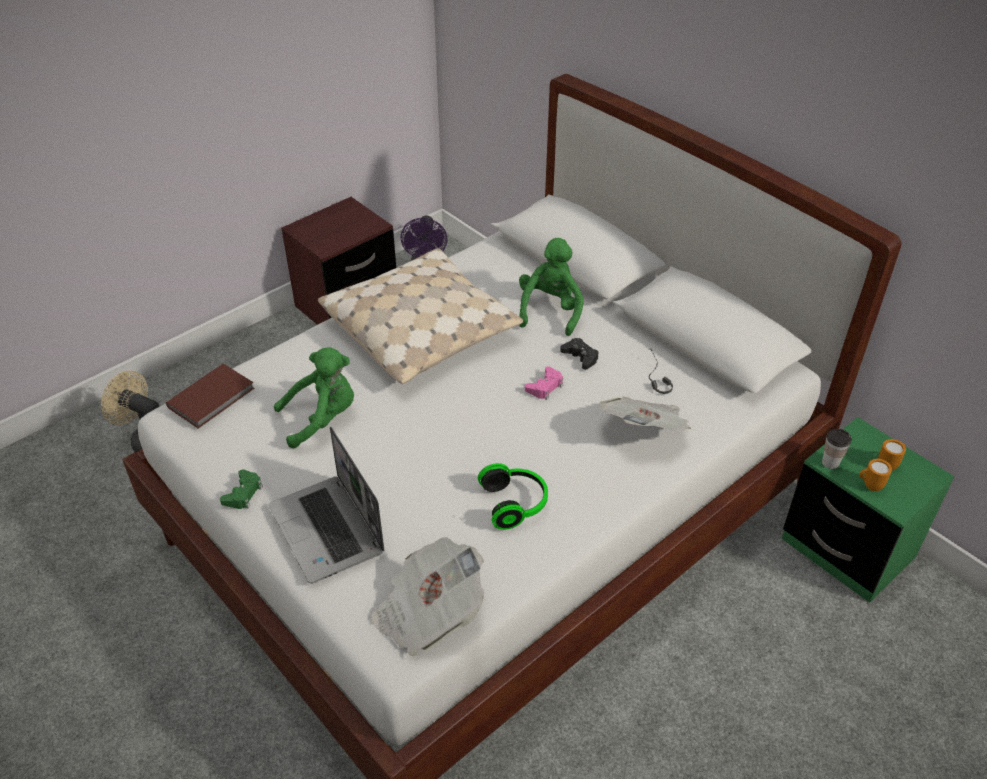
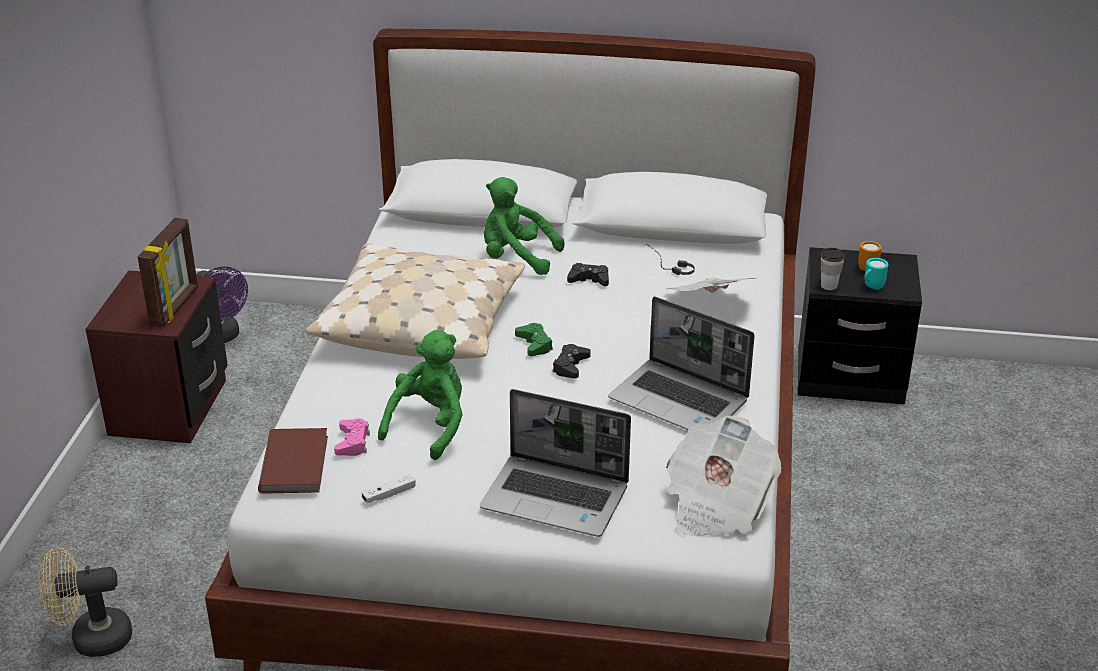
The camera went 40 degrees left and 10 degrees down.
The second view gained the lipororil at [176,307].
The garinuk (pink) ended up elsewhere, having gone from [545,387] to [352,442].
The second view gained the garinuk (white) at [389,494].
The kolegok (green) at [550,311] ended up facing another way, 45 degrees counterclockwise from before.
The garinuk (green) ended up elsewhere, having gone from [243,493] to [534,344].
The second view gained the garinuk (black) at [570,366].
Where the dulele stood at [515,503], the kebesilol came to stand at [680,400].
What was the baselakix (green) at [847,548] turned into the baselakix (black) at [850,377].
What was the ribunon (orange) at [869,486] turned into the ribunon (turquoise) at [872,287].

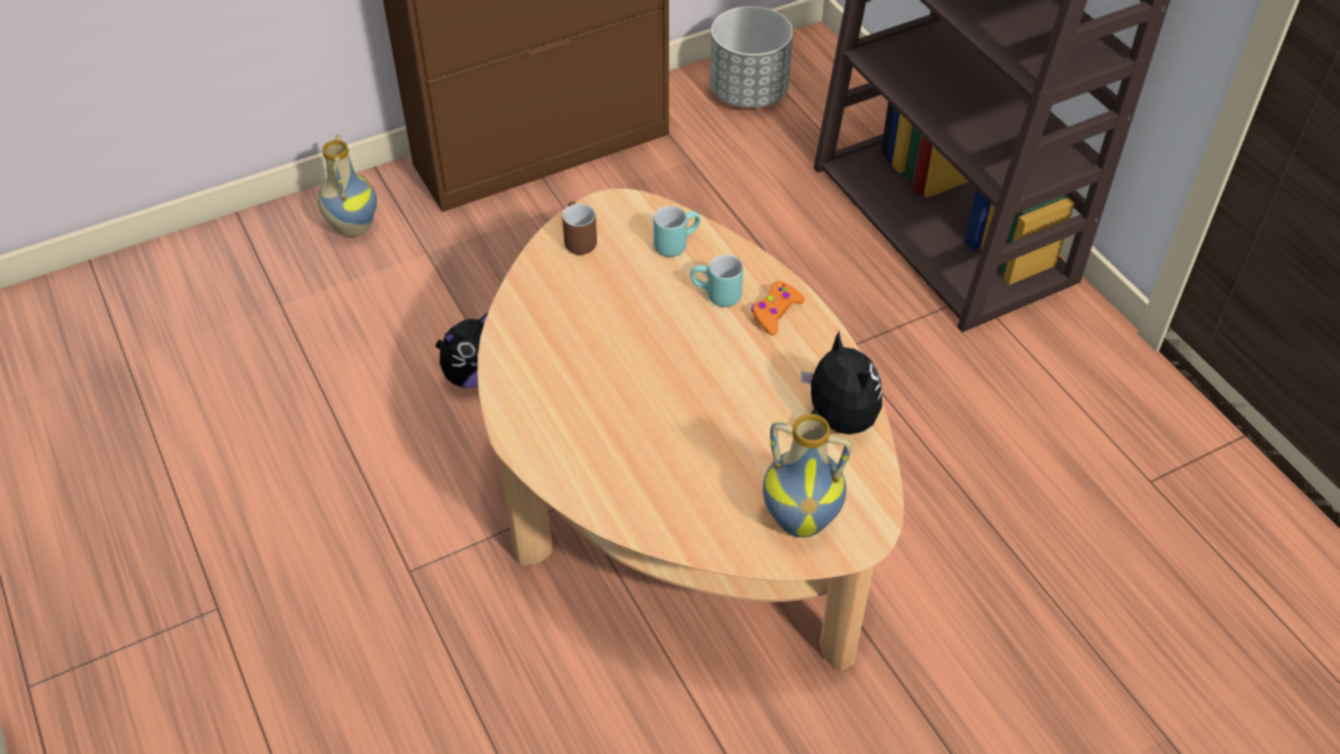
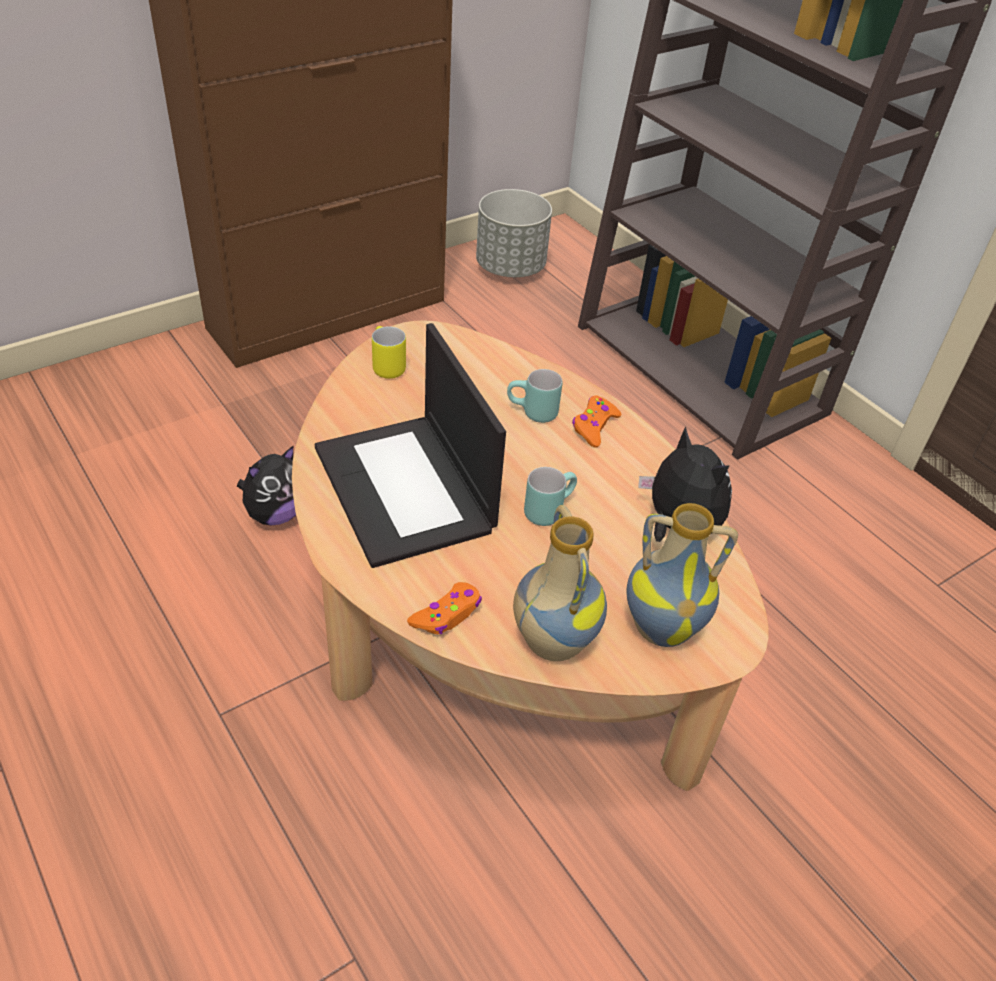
The camera went 10 degrees left and 5 degrees down.
The second view gained the kebesilol at [406,490].
What was the ribunon (brown) at [576,240] turned into the ribunon (yellow) at [384,366].
The second view gained the garinuk (orange) at [447,615].
The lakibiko ended up elsewhere, having gone from [352,227] to [551,642].
The ribunon (turquoise) ended up elsewhere, having gone from [675,243] to [547,509].

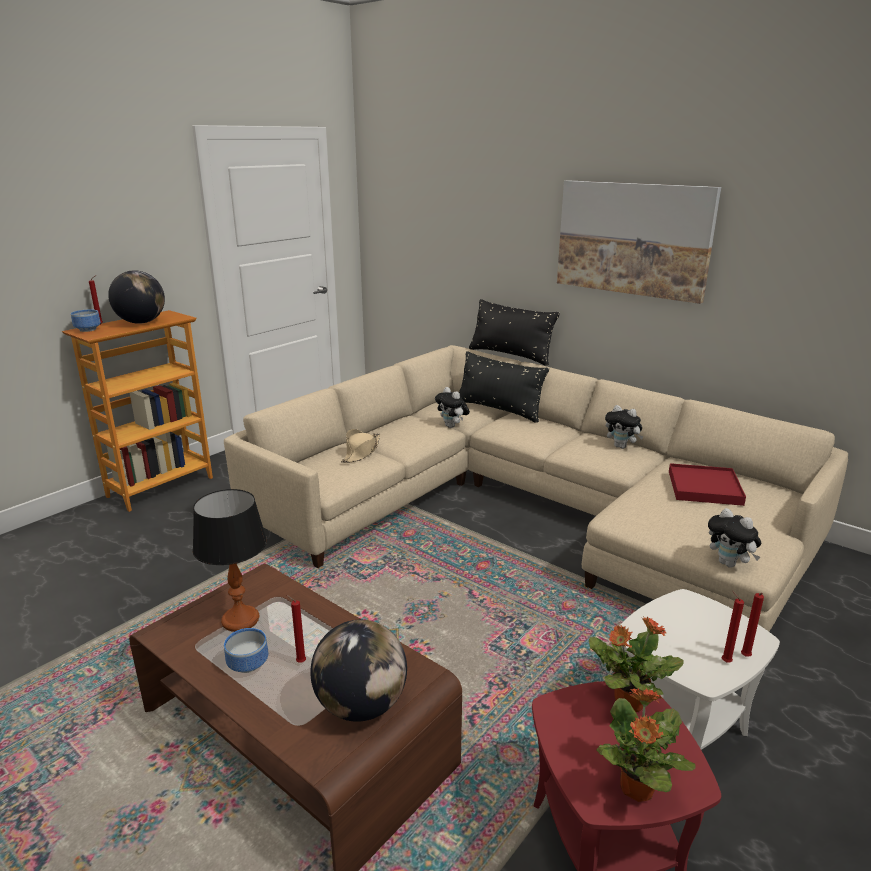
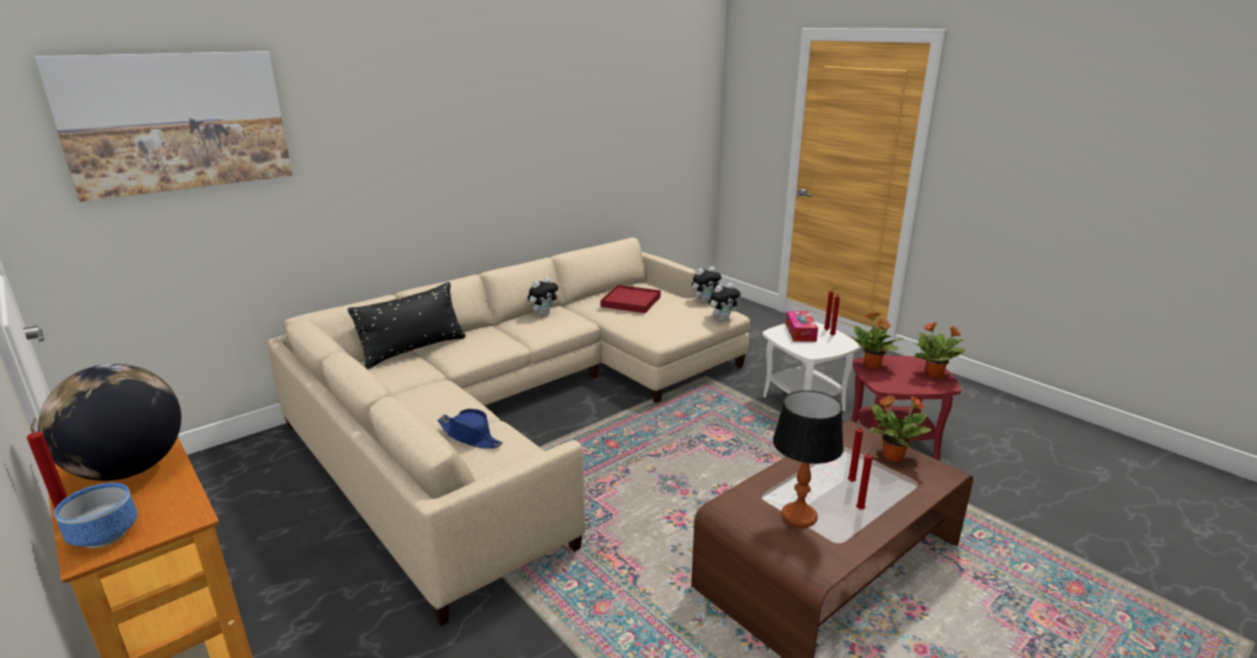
The camera went 80 degrees left and 0 degrees up.
The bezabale ended up elsewhere, having gone from [633,239] to [176,122].
What was the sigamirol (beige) at [361,452] turned into the sigamirol (blue) at [470,436].
The kolegok ended up elsewhere, having gone from [452,426] to [705,301].
The second view gained the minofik at [800,332].
Where the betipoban stood at [248,665], the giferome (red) came to stand at [860,509].
Where the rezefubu stood at [361,706], the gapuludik came to stand at [892,456].
The second view lost the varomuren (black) at [510,355].

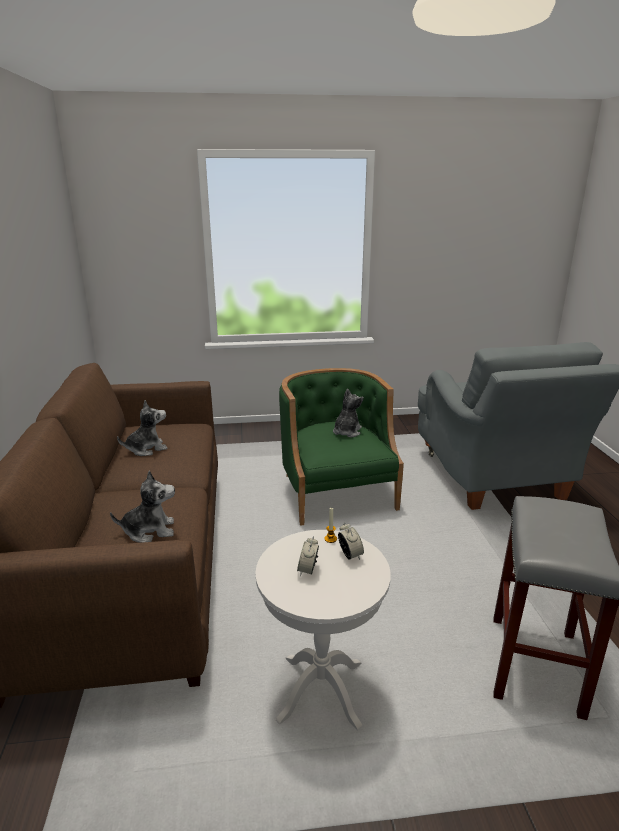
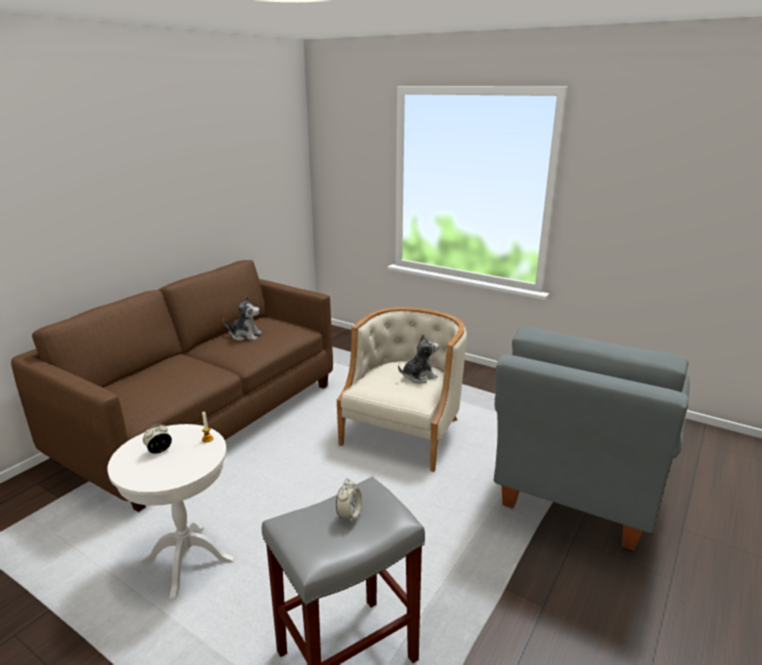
The camera went 40 degrees right and 0 degrees up.
The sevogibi ended up elsewhere, having gone from [350,555] to [349,515].
What was the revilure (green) at [335,491] turned into the revilure (beige) at [405,432].
The second view lost the kolegok at [149,531].

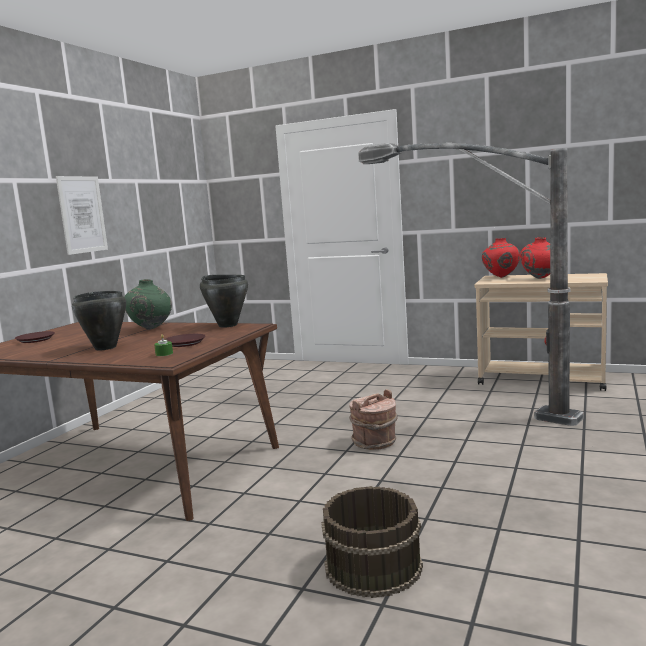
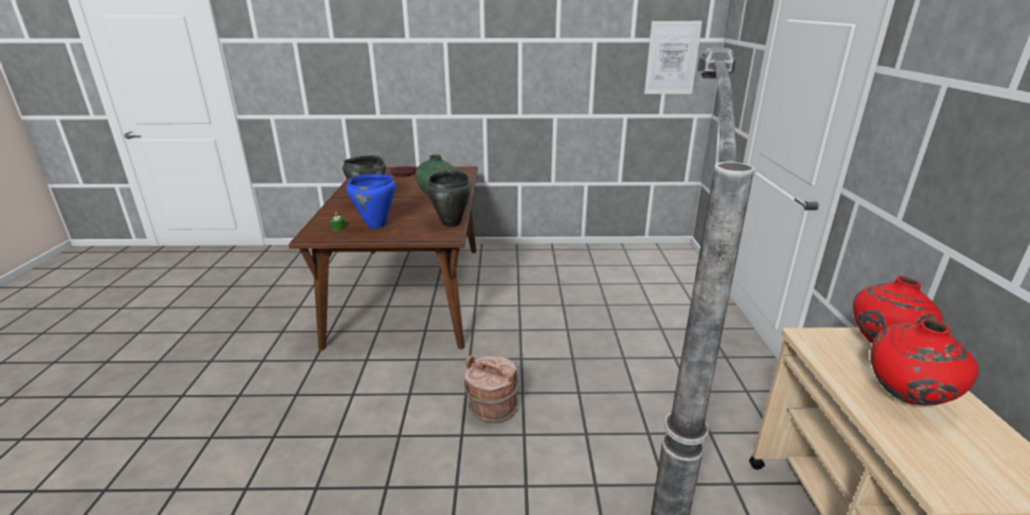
The camera went 65 degrees right and 15 degrees up.
Where the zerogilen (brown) stood at [185,343], the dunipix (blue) came to stand at [376,225].
The bezabale ended up elsewhere, having gone from [82,214] to [672,58].
The second view lost the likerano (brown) at [372,566].

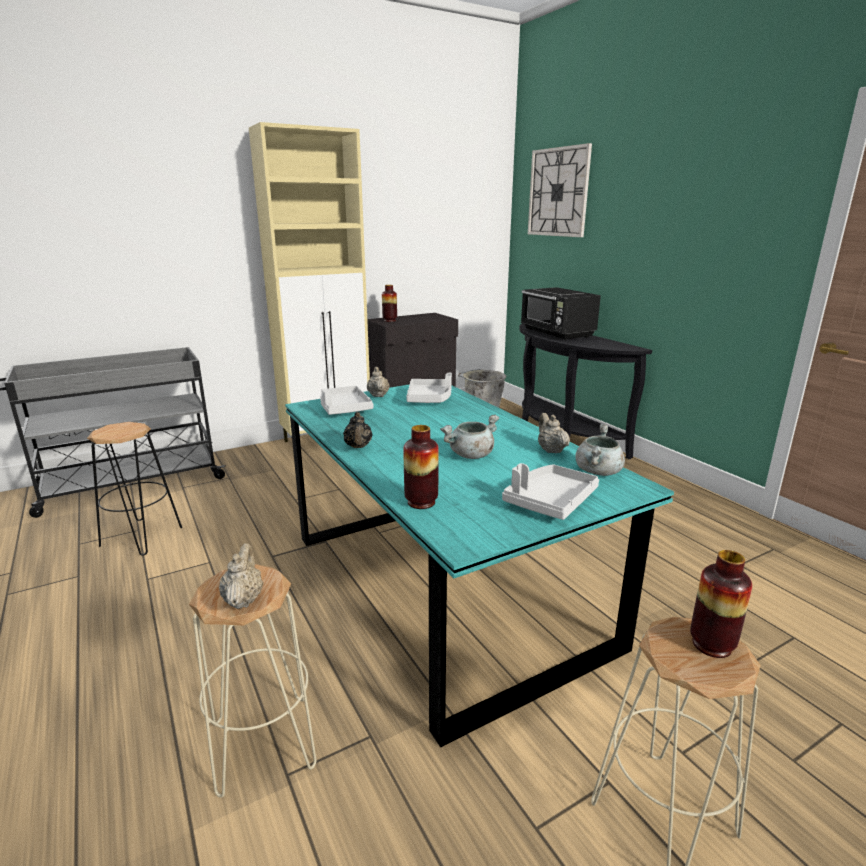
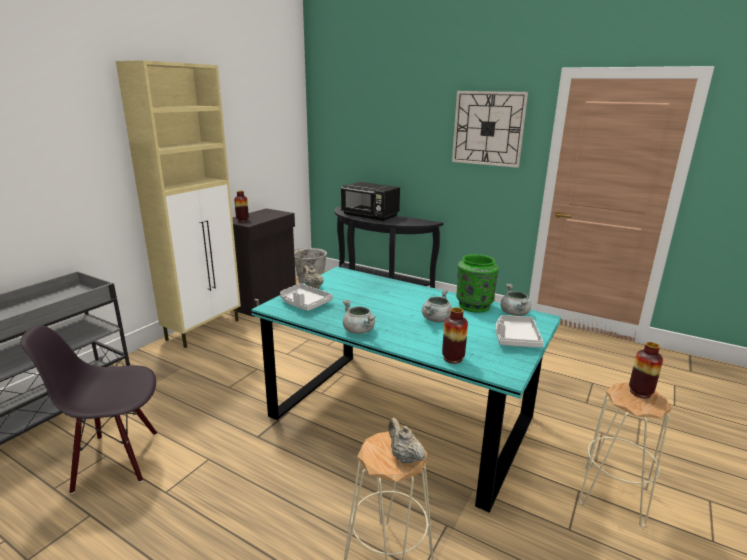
The camera went 30 degrees left and 0 degrees up.
Where the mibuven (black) stood at [142,536], the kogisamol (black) came to stand at [117,460].
Where the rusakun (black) stood at [358,447], the dunipix (grey) came to stand at [359,331].
The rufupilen ended up elsewhere, having gone from [558,192] to [488,128].
Where the rusakun (beige) stood at [550,450], the lakibiko (green) came to stand at [474,305].
The second view lost the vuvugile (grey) at [430,399].

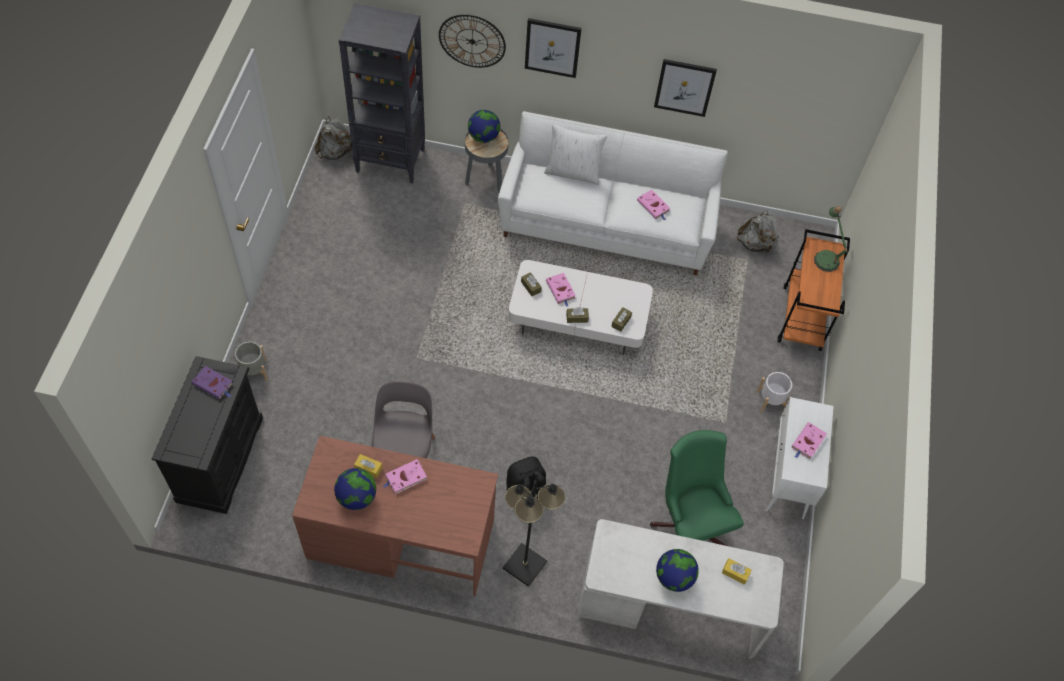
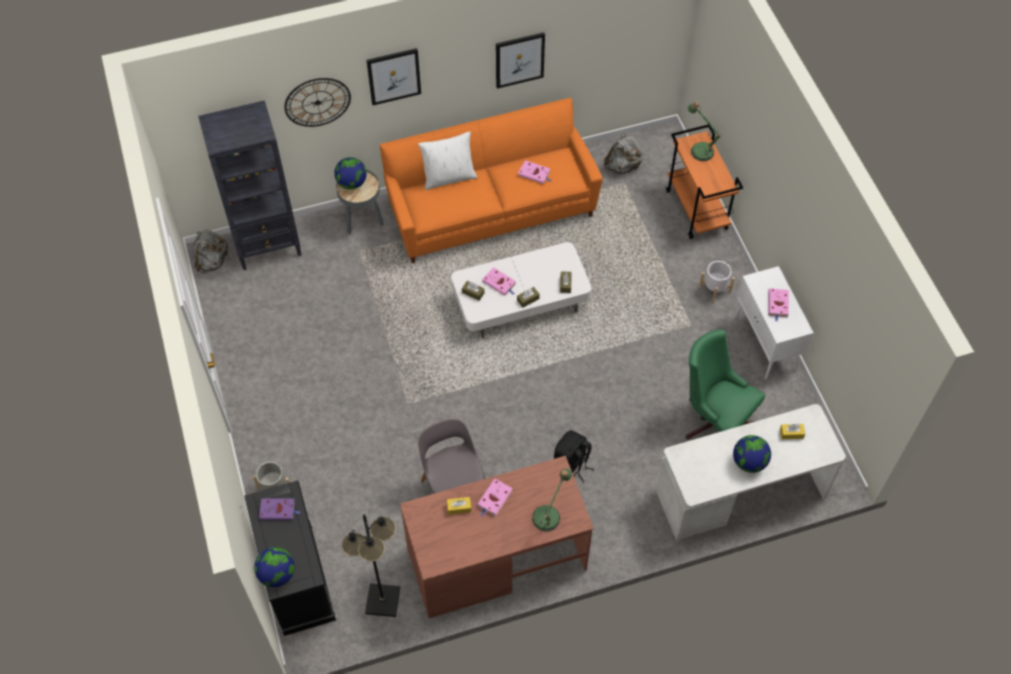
The camera went 25 degrees left and 0 degrees up.
The rezefubu ended up elsewhere, having gone from [357,497] to [277,574].
The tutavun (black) ended up elsewhere, having gone from [524,565] to [382,601].
What was the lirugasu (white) at [606,223] turned into the lirugasu (orange) at [490,208].
The second view gained the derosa at [549,514].

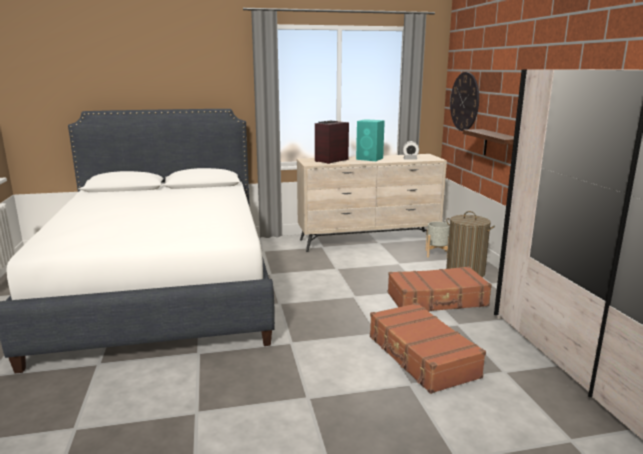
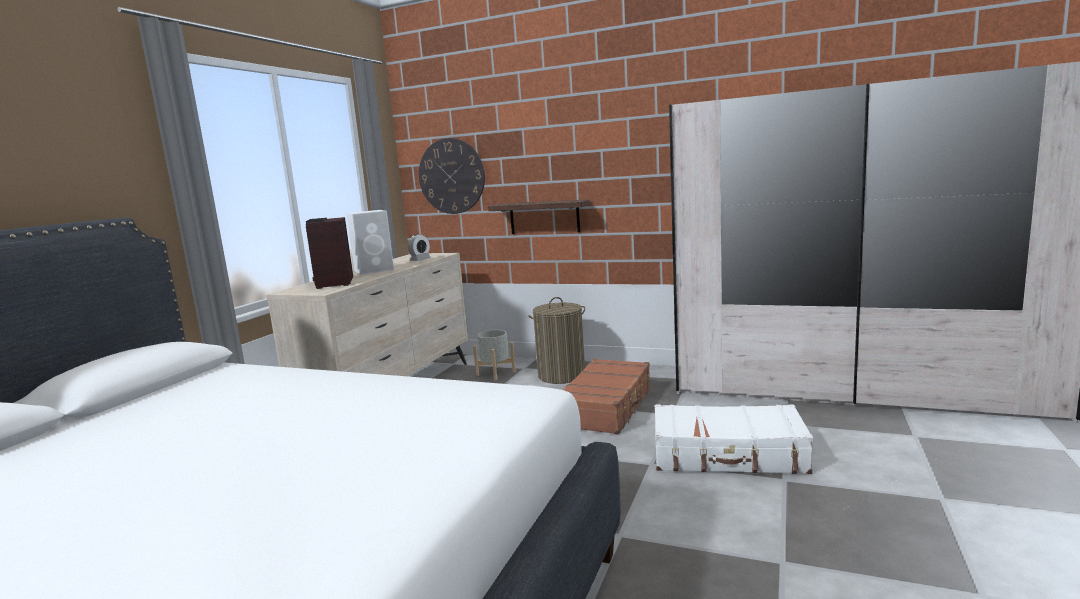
The camera went 55 degrees left and 5 degrees down.
What was the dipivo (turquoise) at [370,159] turned into the dipivo (white) at [375,270].
What was the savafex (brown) at [421,357] turned into the savafex (white) at [728,455].

